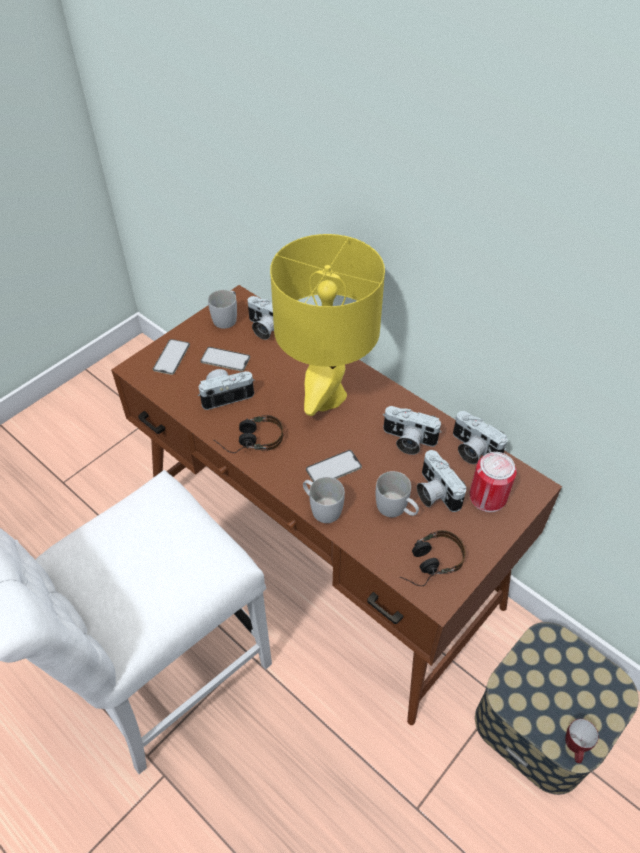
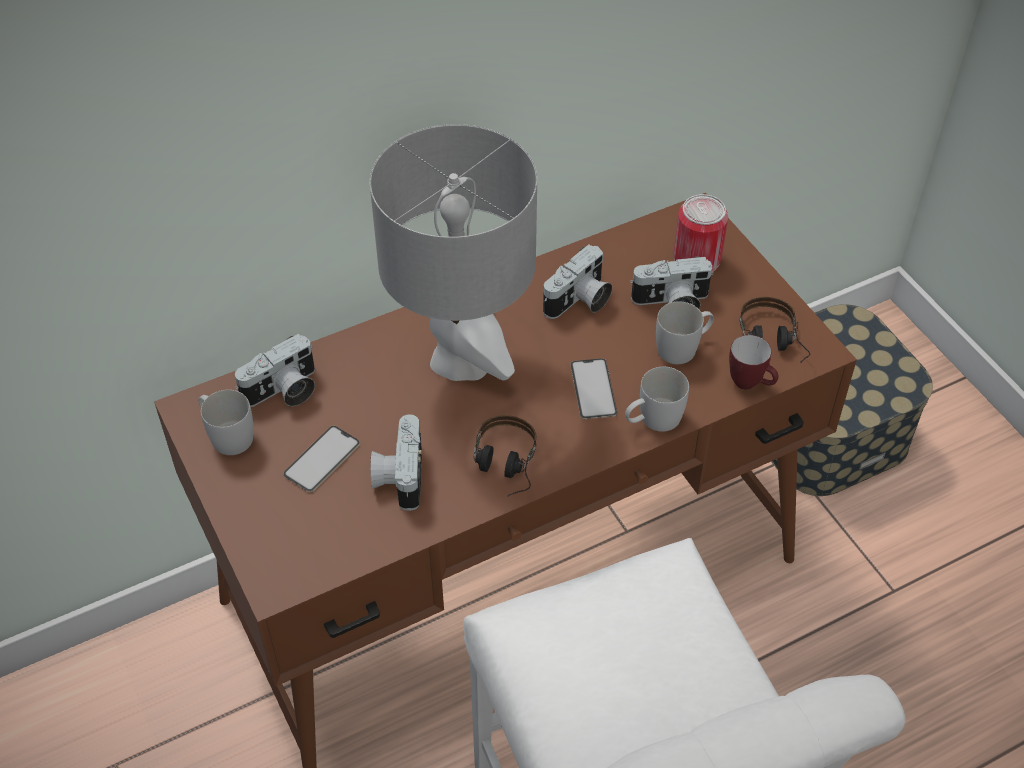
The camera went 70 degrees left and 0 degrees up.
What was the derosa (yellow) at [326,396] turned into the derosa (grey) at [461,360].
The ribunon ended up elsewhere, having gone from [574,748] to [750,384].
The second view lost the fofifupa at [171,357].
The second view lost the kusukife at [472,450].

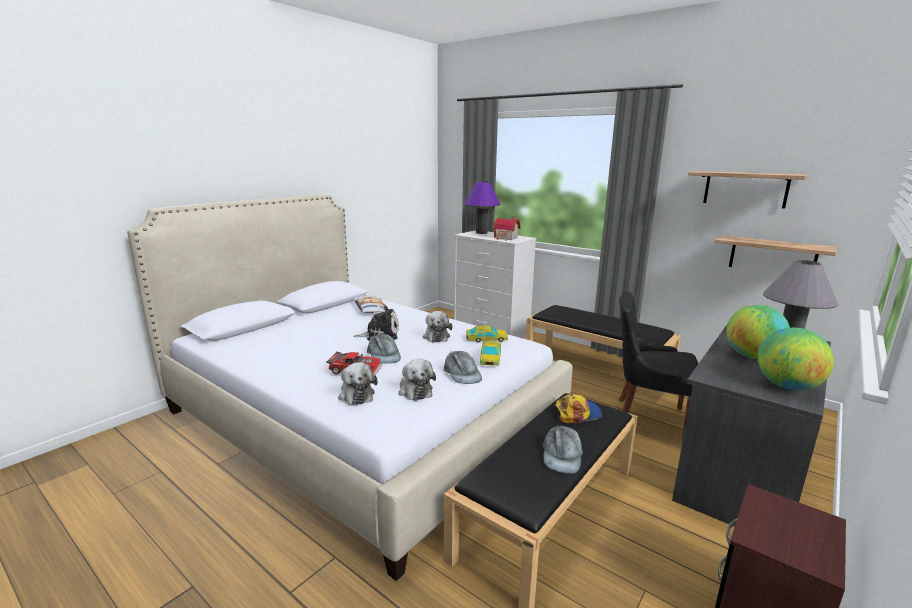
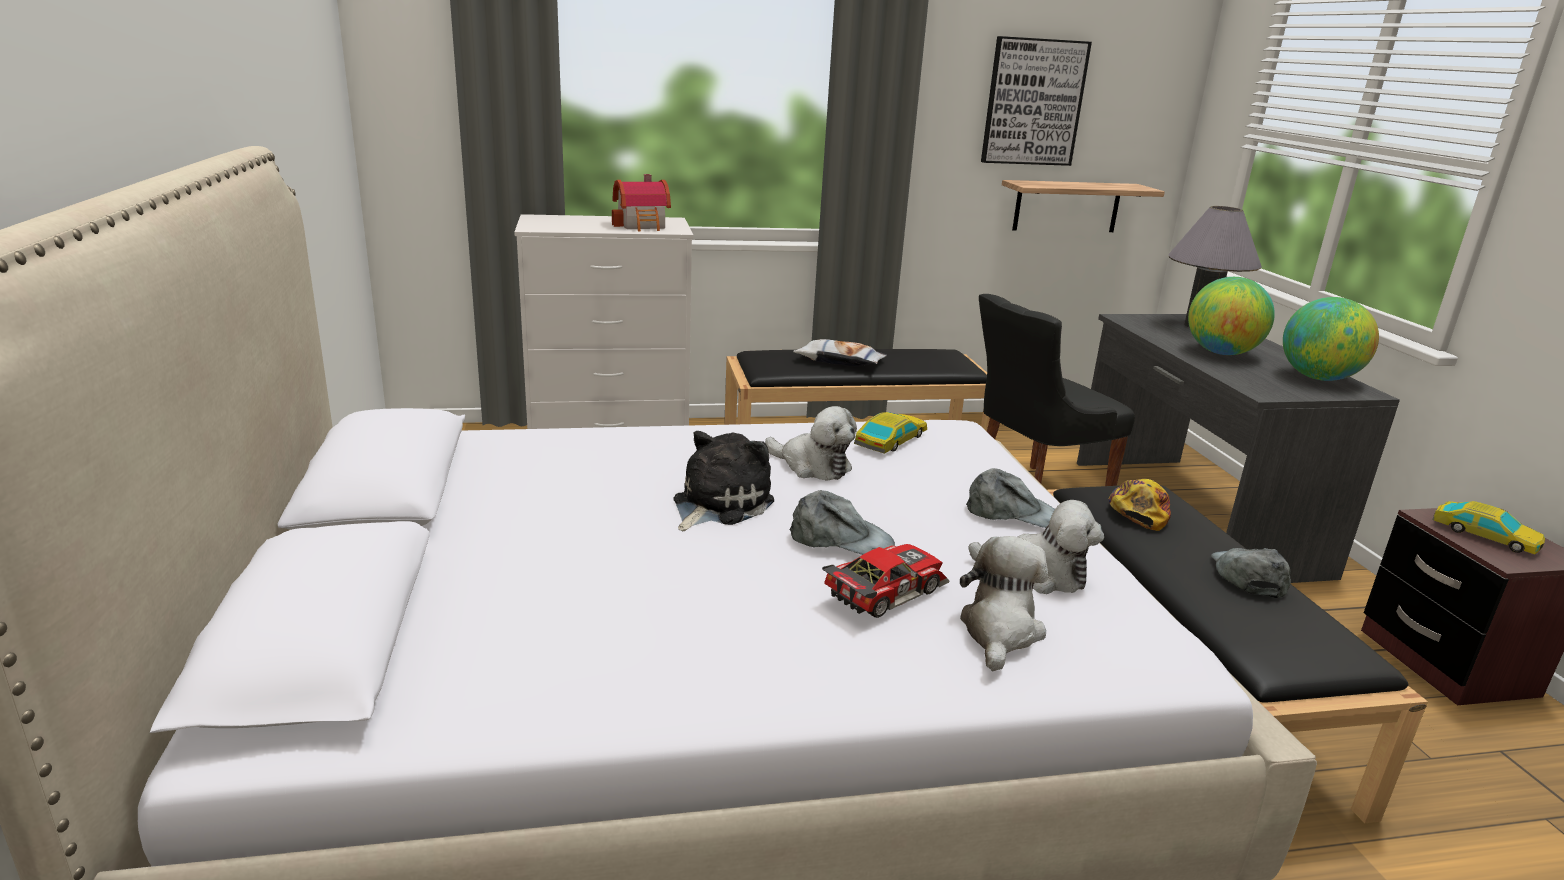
The camera went 50 degrees left and 5 degrees up.
The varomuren ended up elsewhere, having gone from [370,309] to [840,361].
The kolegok at [356,394] ended up facing another way, 90 degrees counterclockwise from before.
Where the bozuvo hung at [745,189], the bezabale came to hang at [1033,102].
The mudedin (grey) at [561,455] ended up facing another way, 135 degrees counterclockwise from before.
The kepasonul ended up elsewhere, having gone from [490,358] to [1485,535].
The second view lost the derosa (purple) at [481,233].

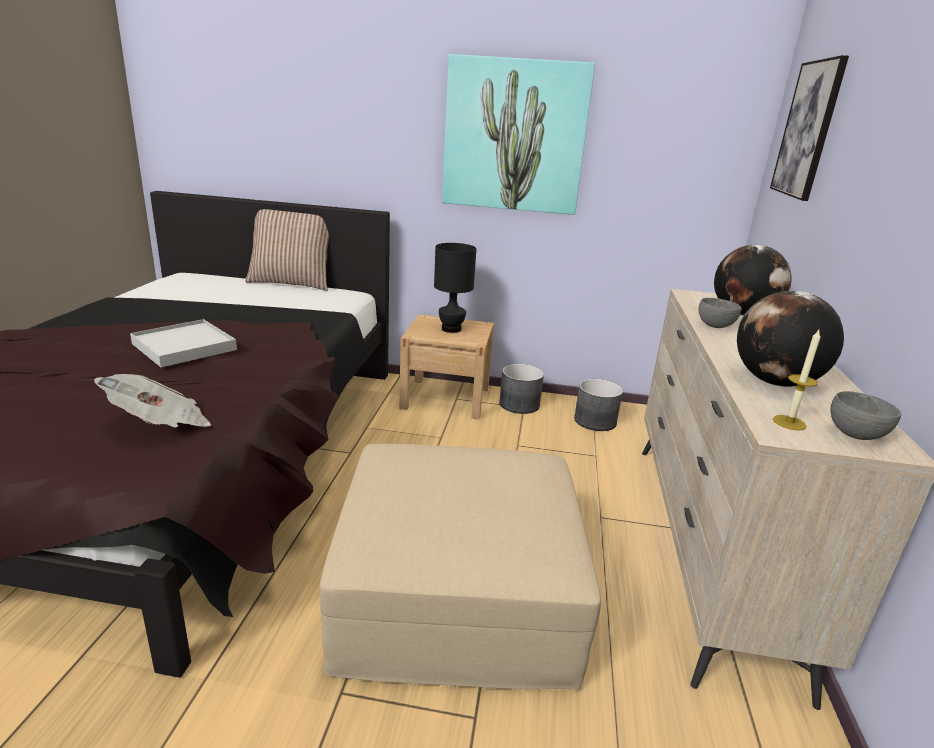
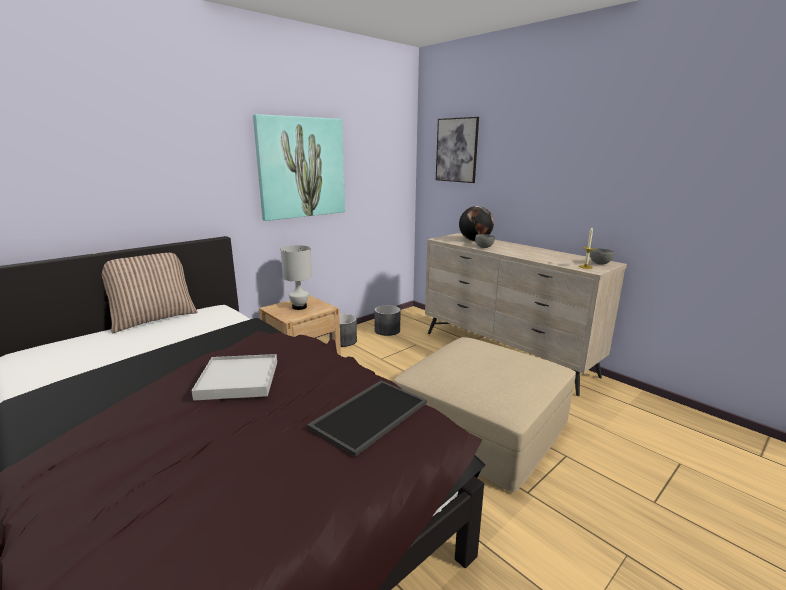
The camera went 50 degrees left and 5 degrees down.
What was the derosa (black) at [451,329] turned into the derosa (white) at [299,307].
Where the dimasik stood at [160,424], the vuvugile came to stand at [369,413].
The second view lost the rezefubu at [775,382].

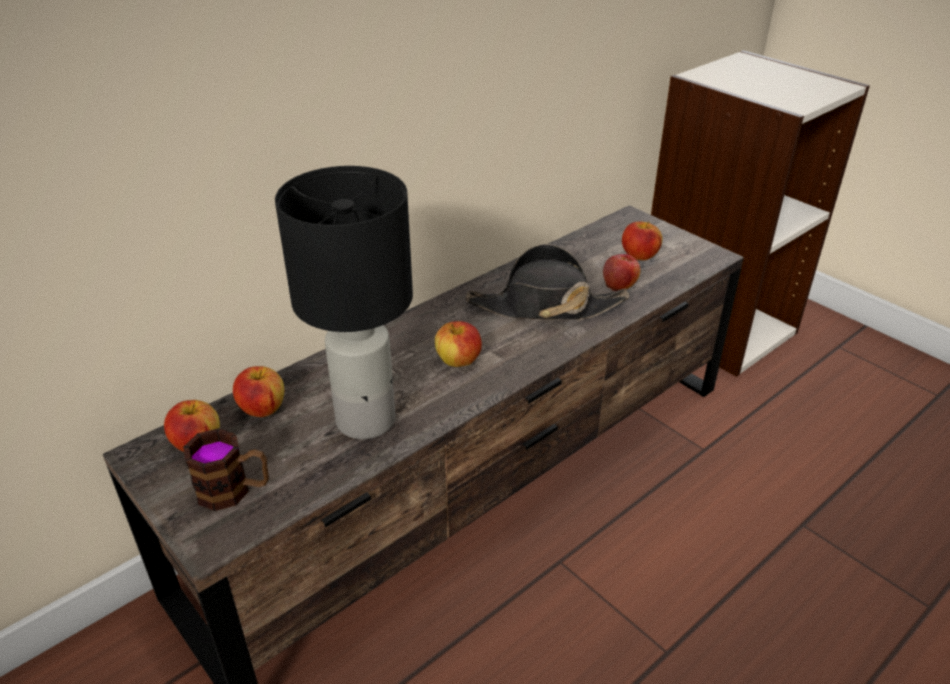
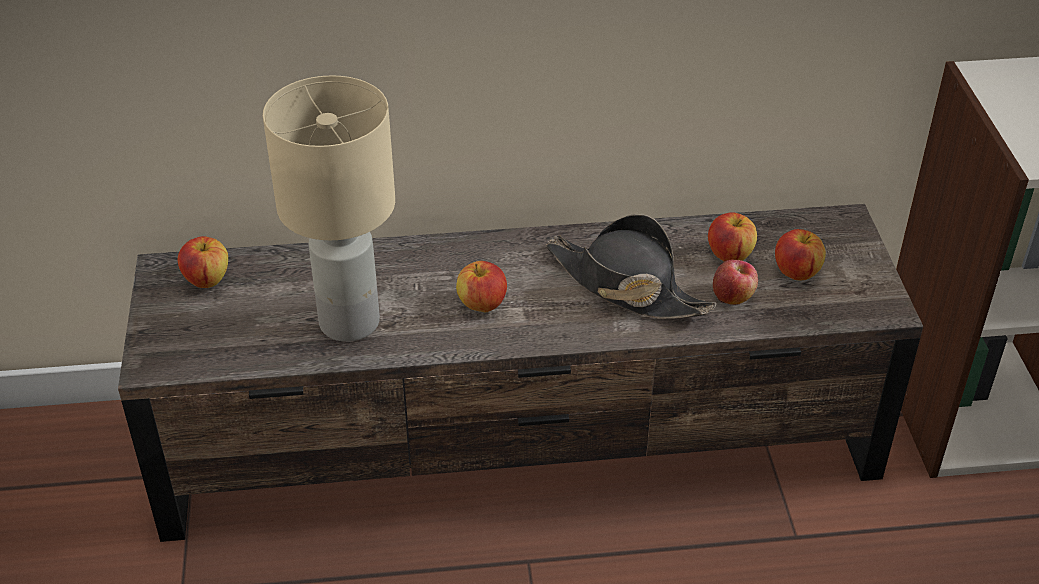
The camera went 35 degrees right and 5 degrees up.
What was the derosa (black) at [365,419] turned into the derosa (beige) at [350,321].
The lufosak ended up elsewhere, having gone from [262,409] to [729,255].
The second view lost the ribunon at [234,490].

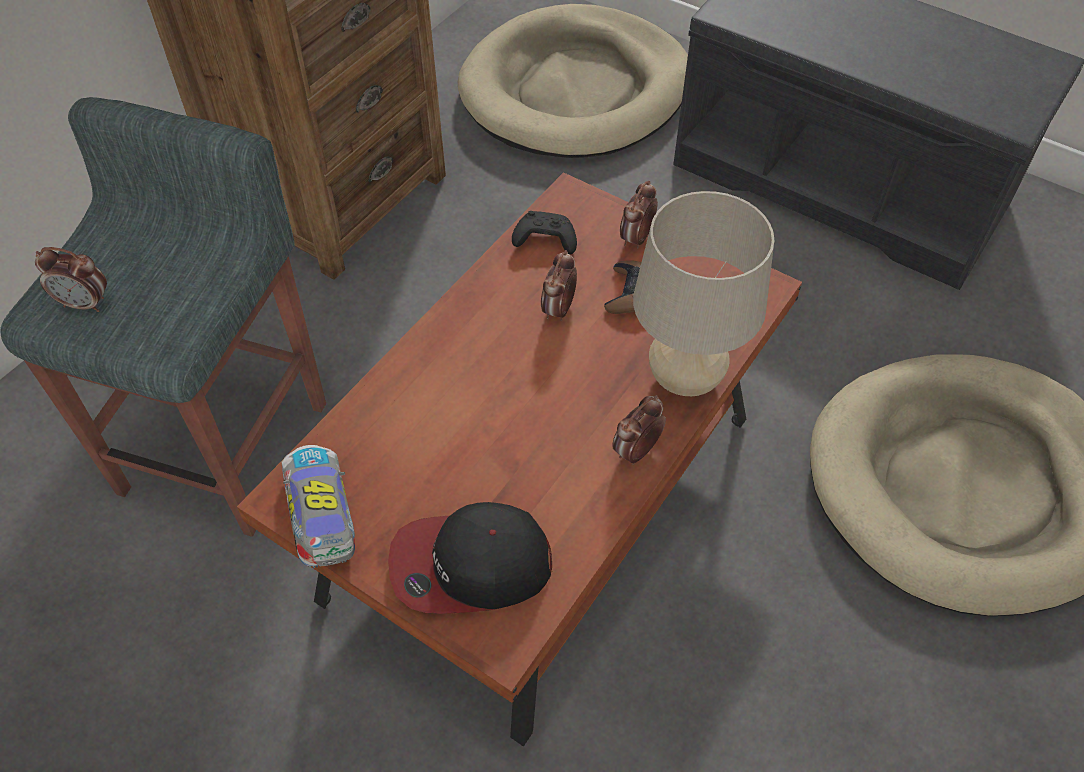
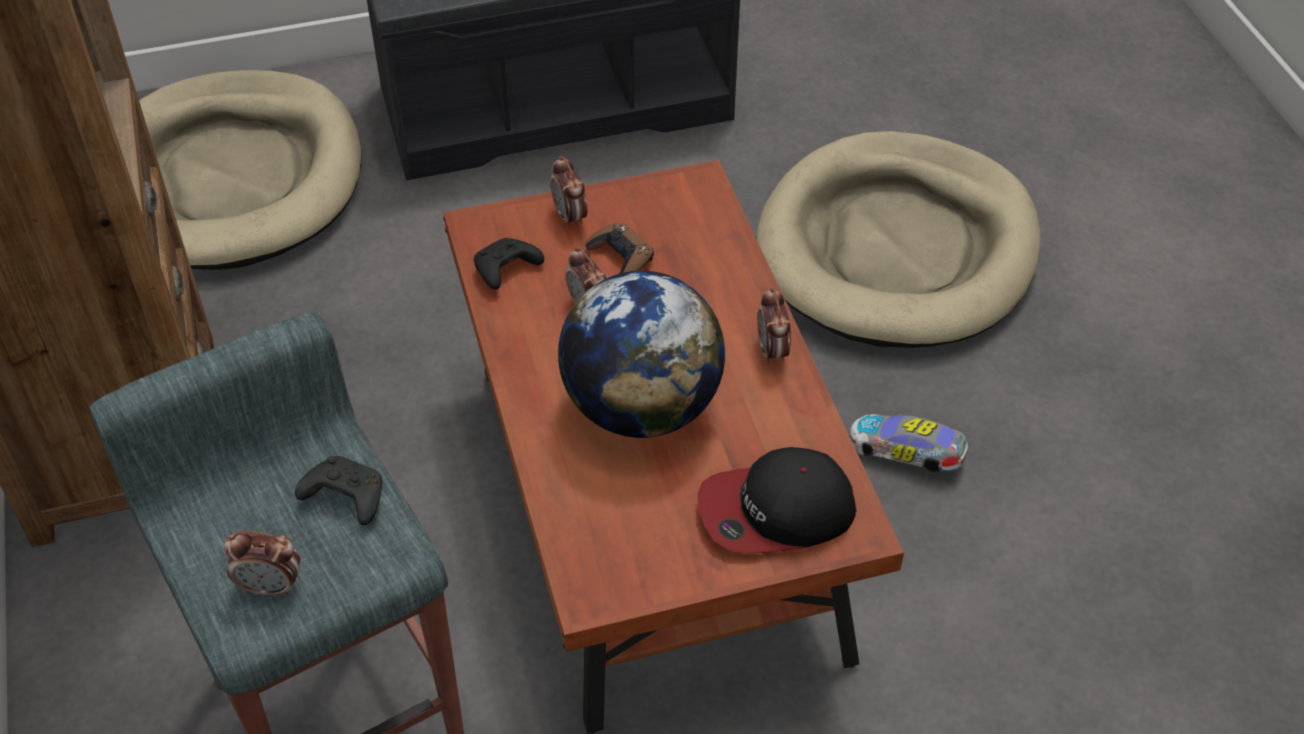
The camera went 50 degrees left and 5 degrees down.
The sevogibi at [85,303] ended up facing another way, 45 degrees clockwise from before.
The second view gained the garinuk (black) at [344,497].
The second view gained the rezefubu at [642,407].
The mudedin at [470,565] ended up facing another way, 45 degrees clockwise from before.
The kepasonul ended up elsewhere, having gone from [323,517] to [907,454].
The second view lost the derosa (beige) at [685,379].

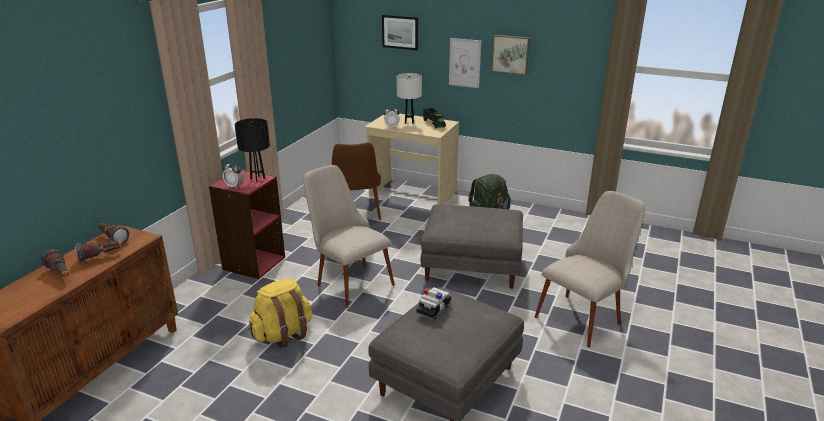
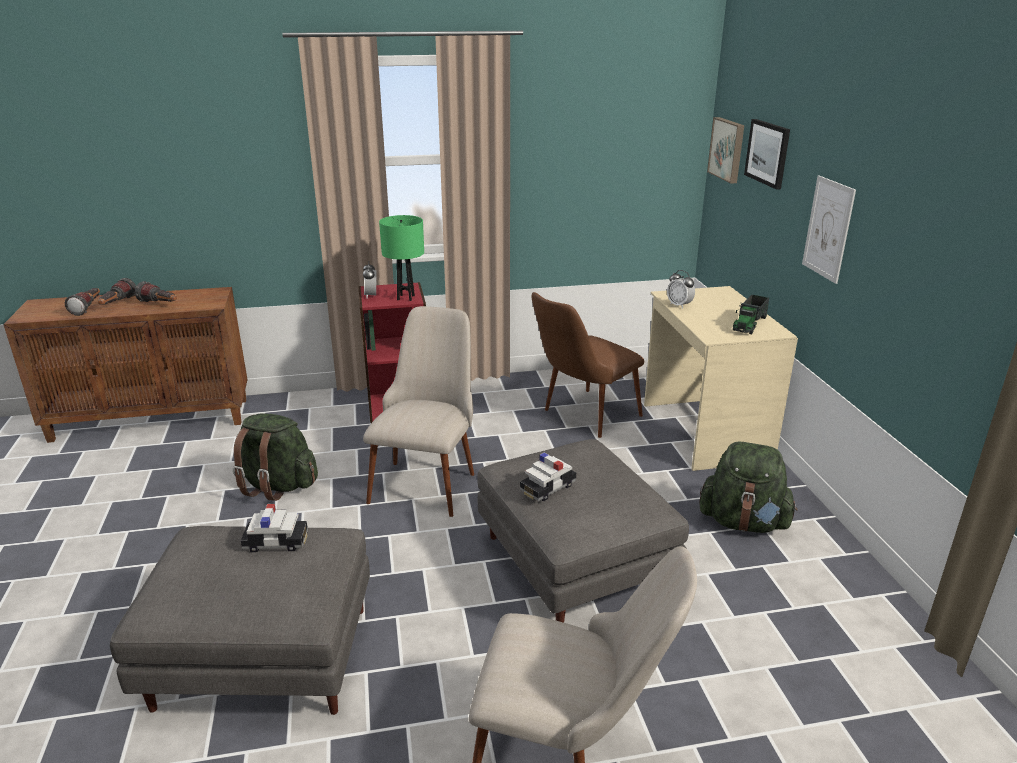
The camera went 55 degrees right and 0 degrees up.
The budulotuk ended up elsewhere, having gone from [112,239] to [88,308].
What was the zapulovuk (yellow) at [283,334] turned into the zapulovuk (green) at [277,486].
What was the derosa (black) at [257,178] turned into the derosa (green) at [406,297].
The second view gained the kepasonul at [547,488].
The bezabale ended up elsewhere, having gone from [510,54] to [728,149].
The second view lost the derosa (white) at [409,122].

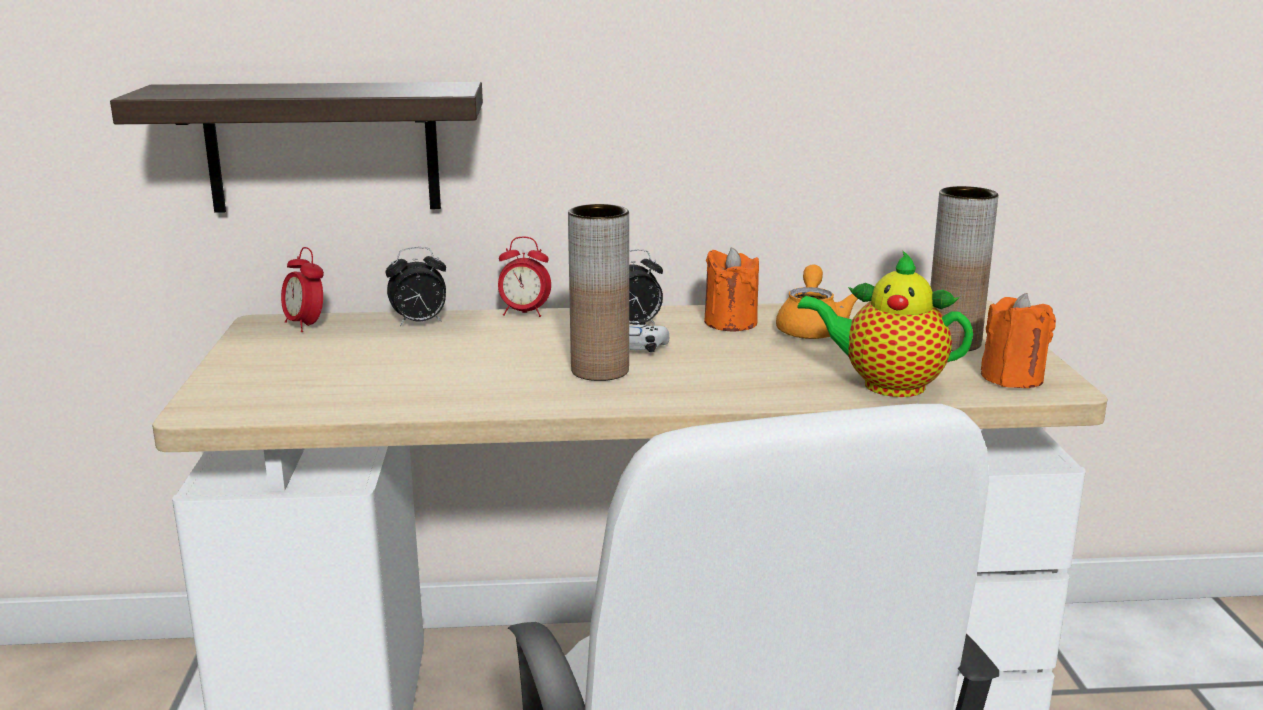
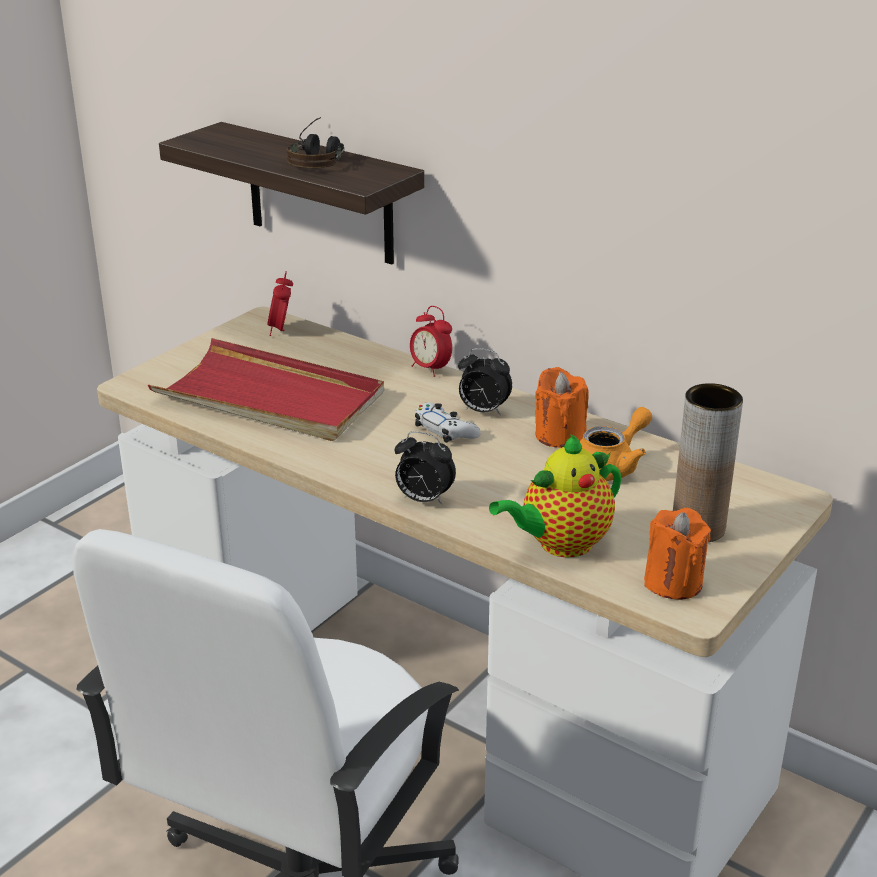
The camera went 40 degrees right and 10 degrees up.
The second view gained the vuvugile (red) at [270,398].
The second view gained the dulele at [318,158].
The sevogibi ended up elsewhere, having gone from [419,323] to [423,500].
The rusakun at [886,385] ended up facing another way, 90 degrees counterclockwise from before.
The second view lost the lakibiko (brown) at [600,371].

